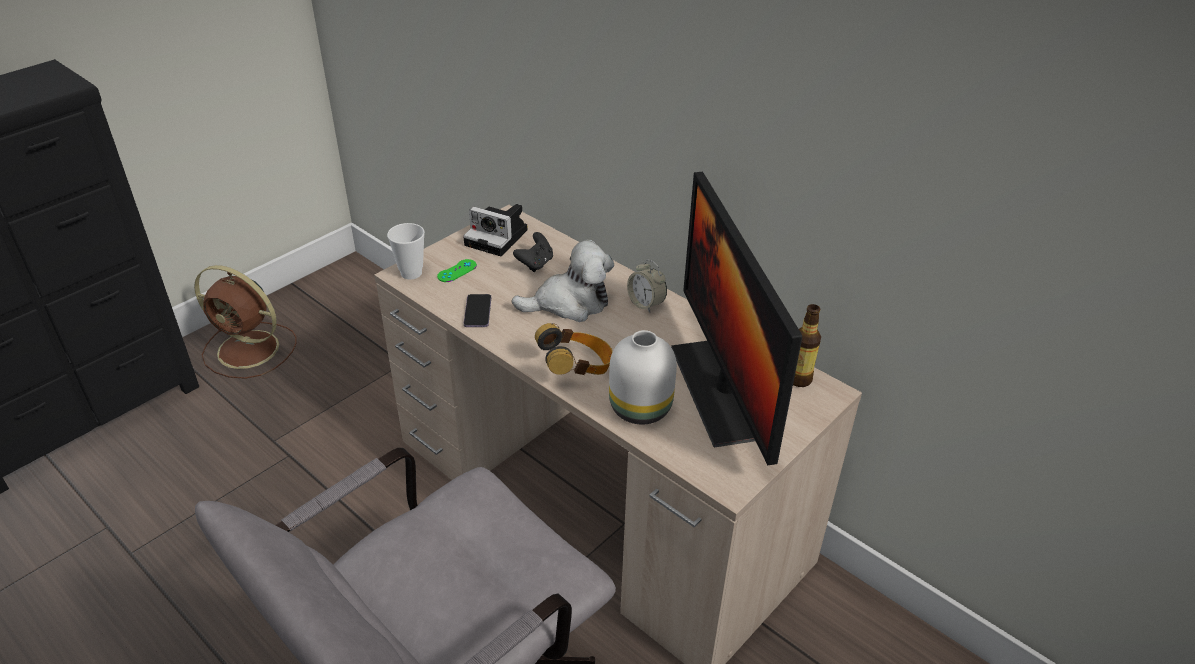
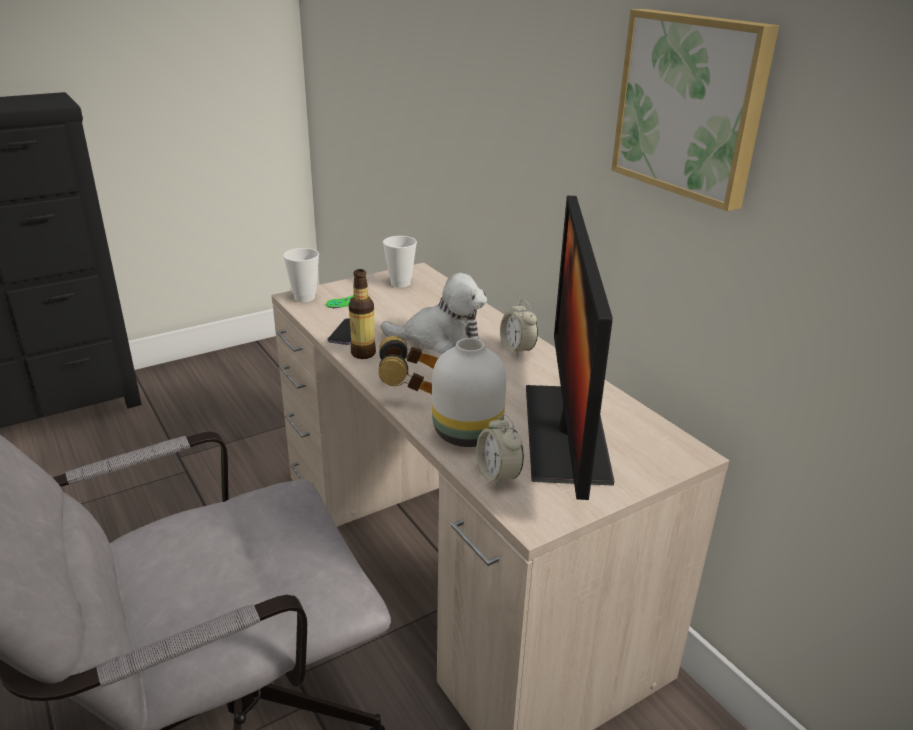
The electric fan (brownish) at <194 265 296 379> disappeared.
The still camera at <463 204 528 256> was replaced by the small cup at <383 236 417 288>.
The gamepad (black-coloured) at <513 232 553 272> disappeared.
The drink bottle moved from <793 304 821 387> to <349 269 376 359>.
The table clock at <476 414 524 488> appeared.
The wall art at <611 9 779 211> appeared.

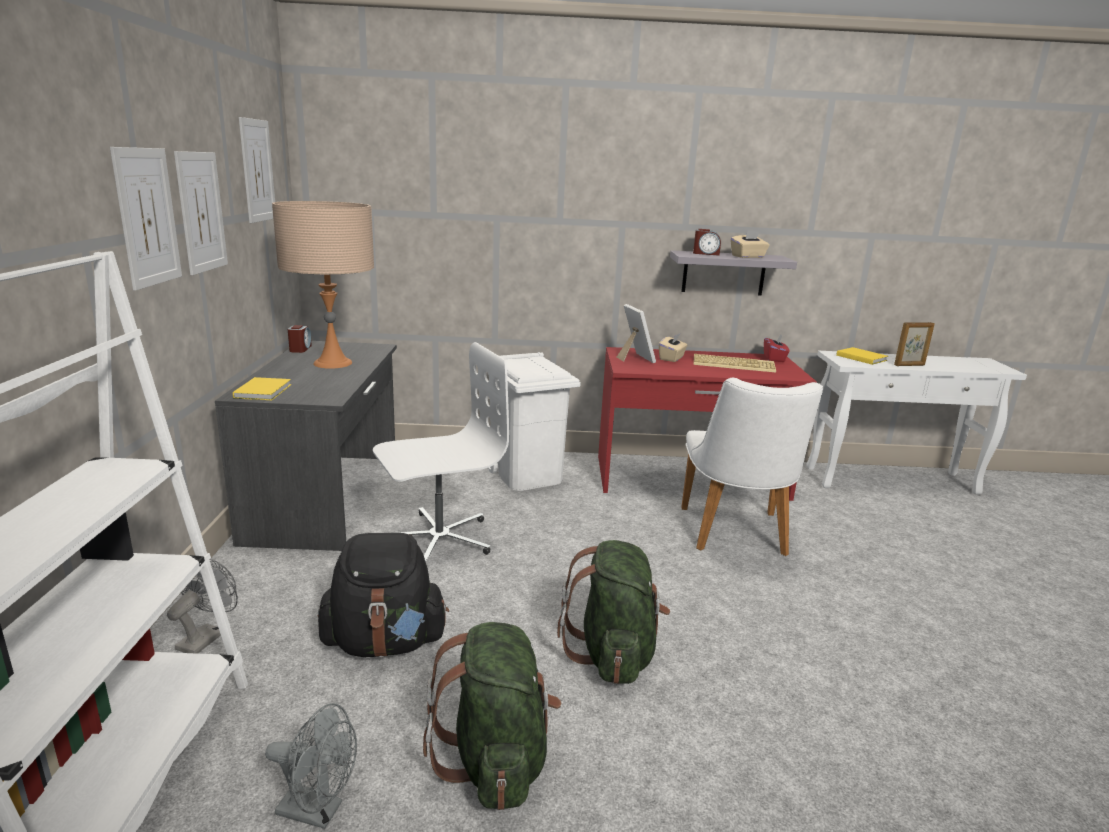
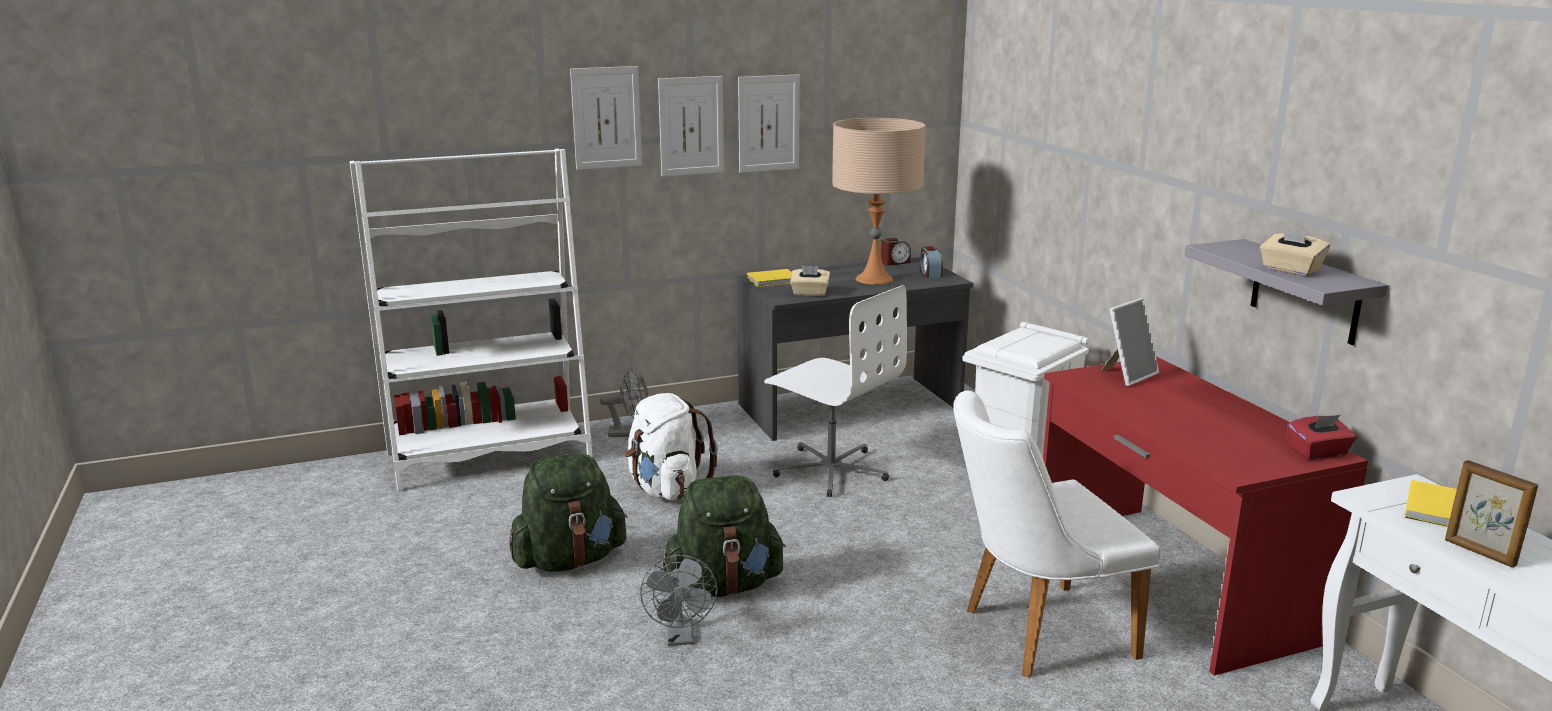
The wall art moved from <239 117 275 223> to <570 66 642 170>.
The electric fan (gray) moved from <265 703 357 829> to <640 555 717 646>.
The backpack (black-coloured) at <318 533 449 658> became the backpack (white-coloured) at <624 393 718 500>.
The box of tissues (beige) moved from <659 334 688 362> to <790 265 830 296>.
The table clock moved from <693 229 721 255> to <920 246 943 278>.
The PC keyboard at <693 354 776 372> disappeared.

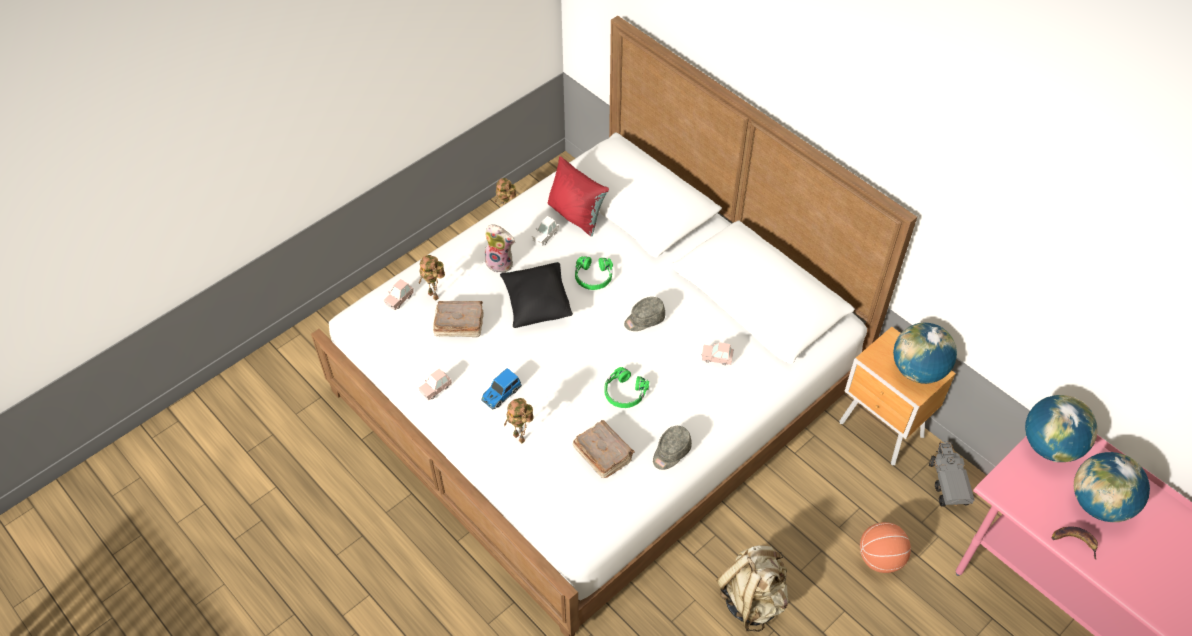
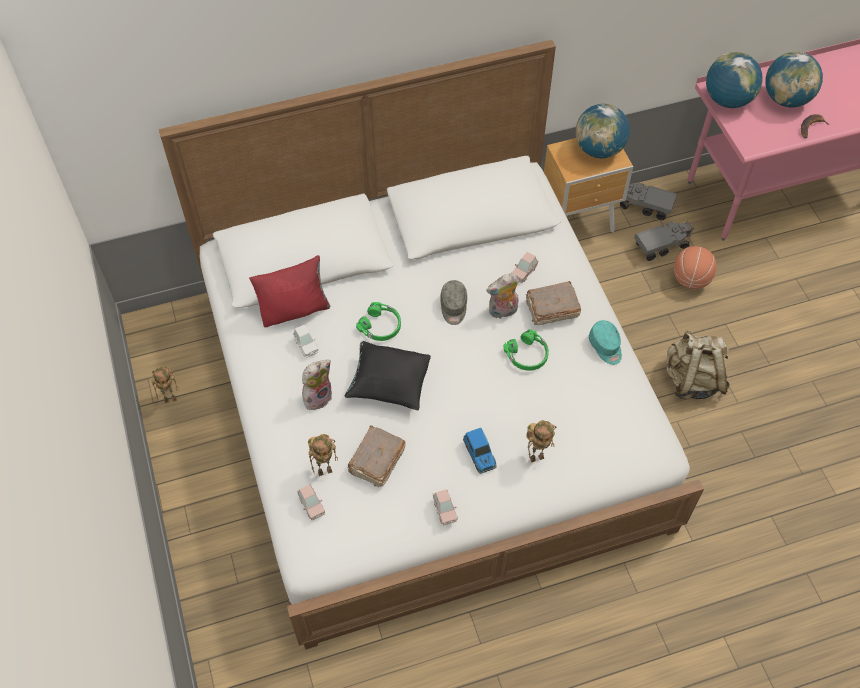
The bound book (brownish) moved from <573 420 634 478> to <526 281 581 325>.
The peaked cap (gray) at <653 426 692 470> became the peaked cap (turquoise) at <589 320 622 365>.
The soft toy at <486 273 519 319> appeared.
The toy lorry at <635 220 695 261> appeared.

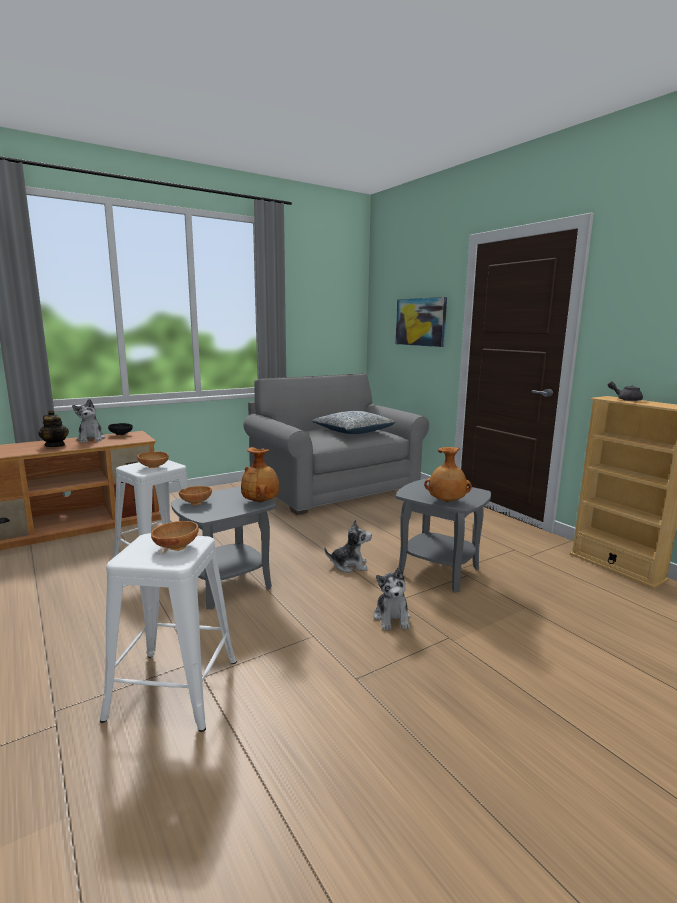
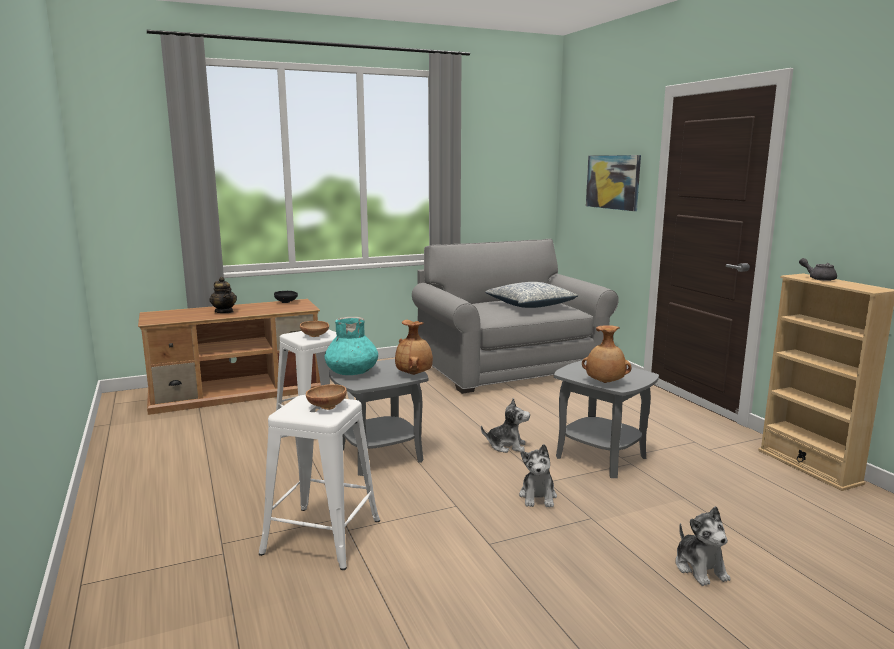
The soft toy moved from <72 399 105 443> to <676 506 731 586>.
The bowl (brownish) at <179 486 212 505> was replaced by the decorative vase (turquoise) at <325 317 378 375>.

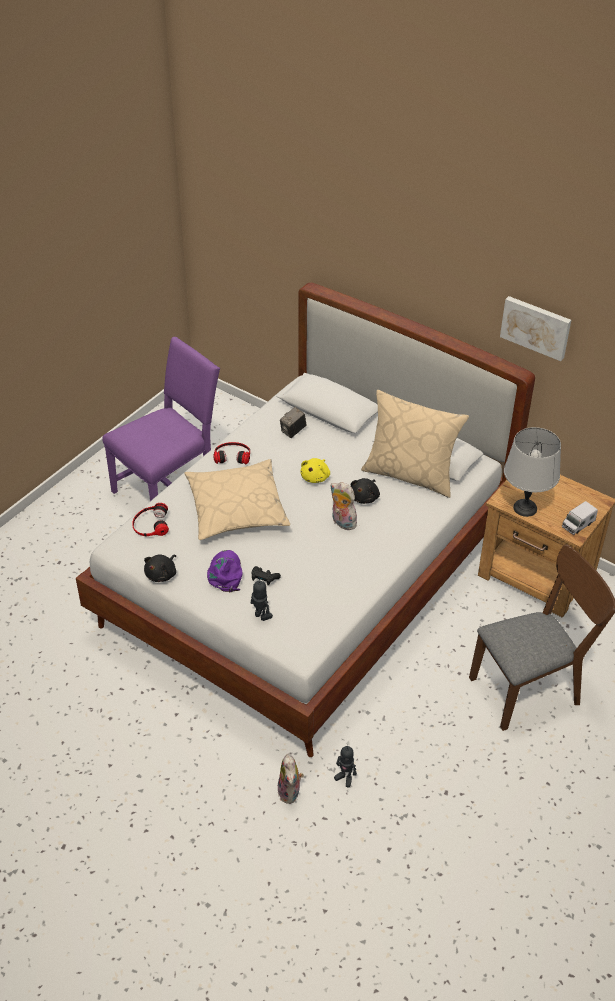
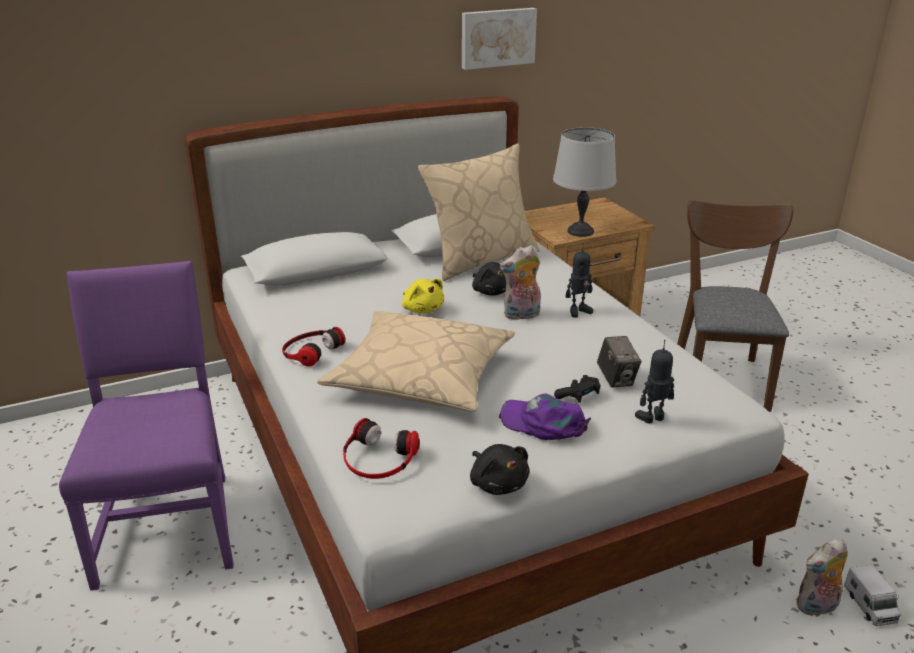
The soft toy at <277 753 304 804> turned 135 degrees clockwise.
The still camera moved from <280 407 307 438> to <597 336 641 388>.
The robot figure moved from <334 745 357 788> to <566 243 593 318>.
The toy lorry moved from <562 501 598 535> to <844 565 901 626>.

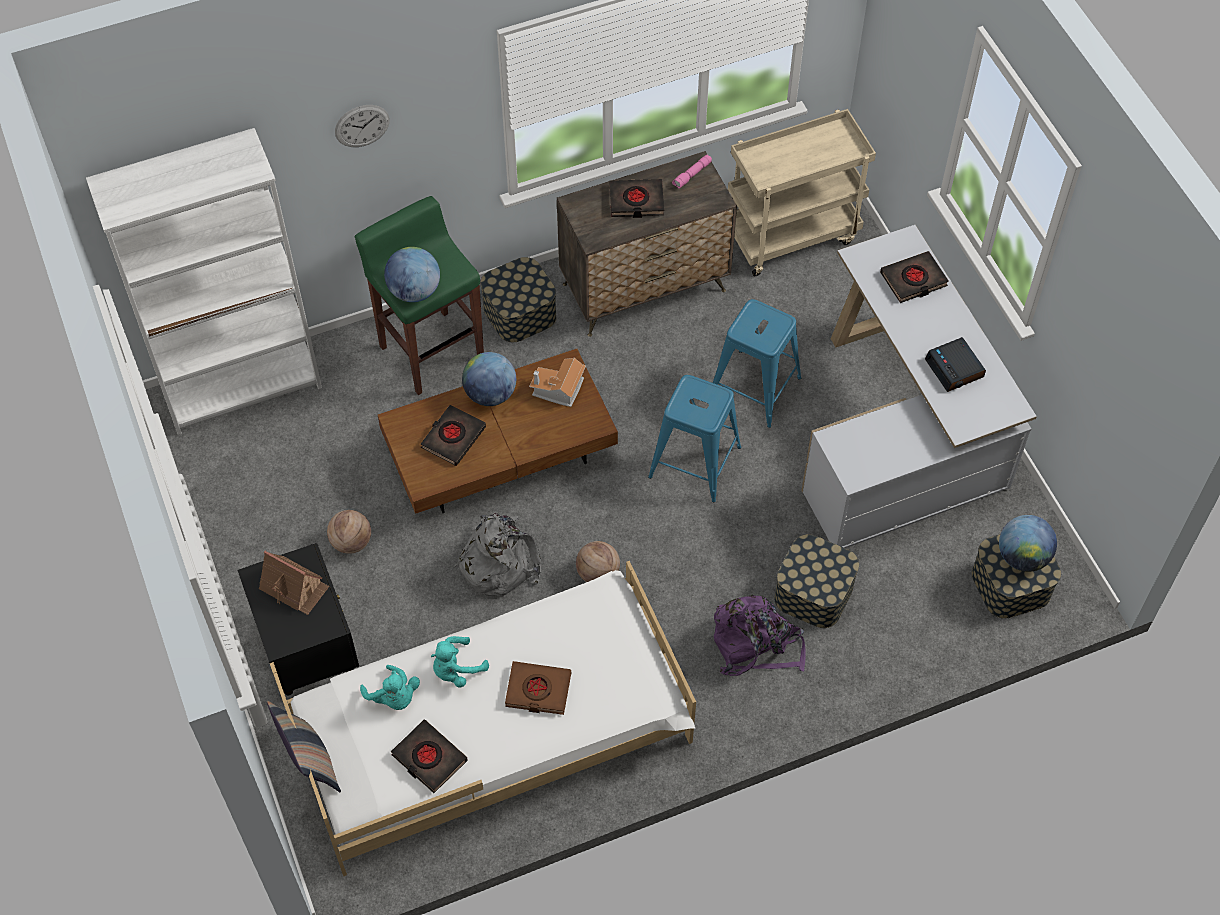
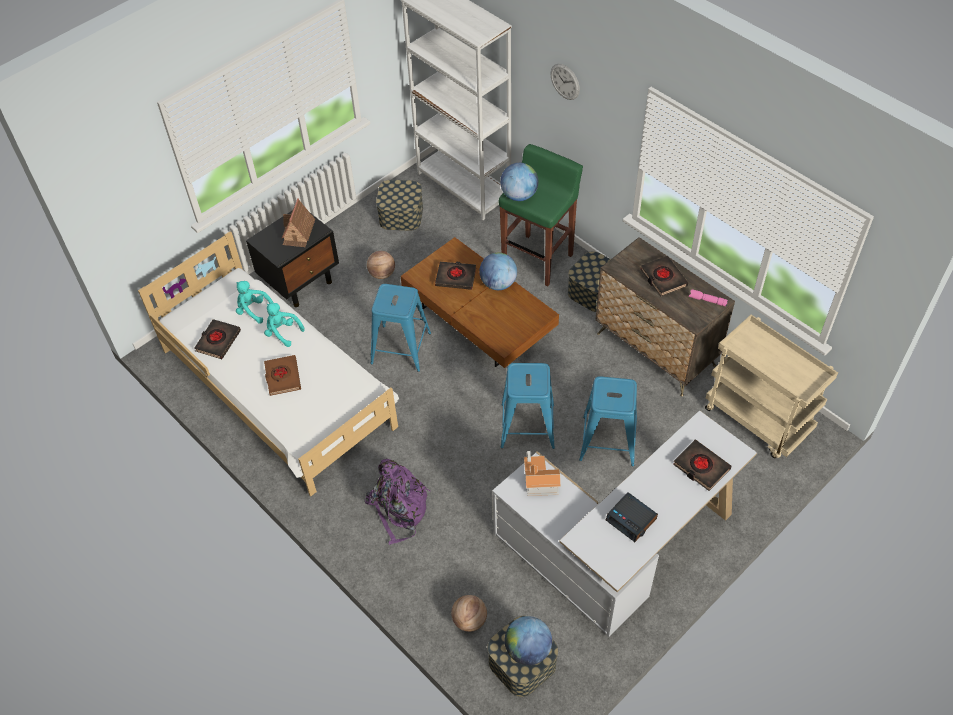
The cushion at <267 701 341 793> disappeared.
The soft toy (turquoise) at <360 665 420 710> turned 90 degrees clockwise.
The backpack (gray) at <453 513 541 596> was replaced by the stool seat (bluish) at <370 284 431 372>.
The model house moved from <529 358 586 407> to <524 451 561 496>.
The basketball ball moved from <576 541 620 582> to <451 595 487 632>.
The storage bin moved from <774 534 859 628> to <376 180 423 231>.
The table clock at <925 337 986 392> turned 90 degrees counterclockwise.

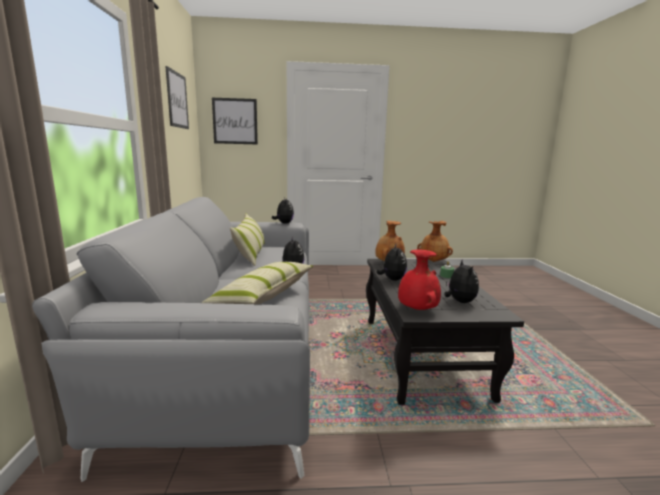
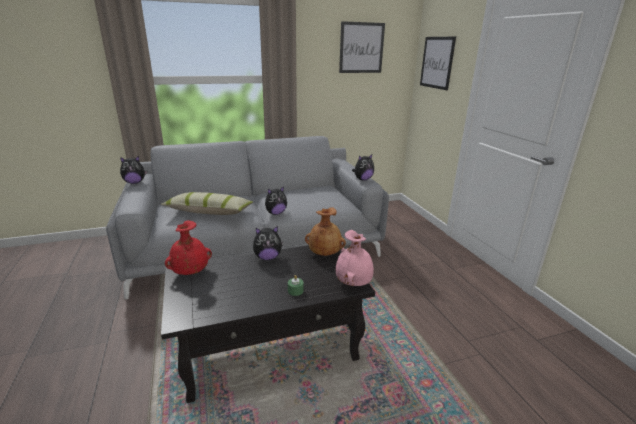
The cushion at <230 213 265 266> disappeared.
The decorative vase (brownish) at <417 221 453 262> became the decorative vase (pinkish) at <336 230 374 286>.
The soft toy moved from <445 259 479 303> to <120 156 147 184>.

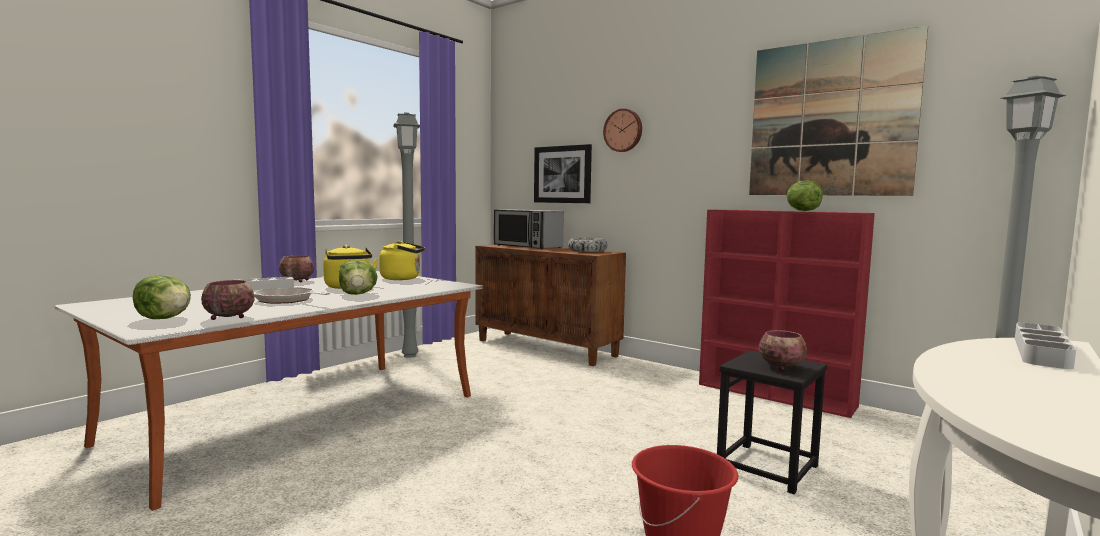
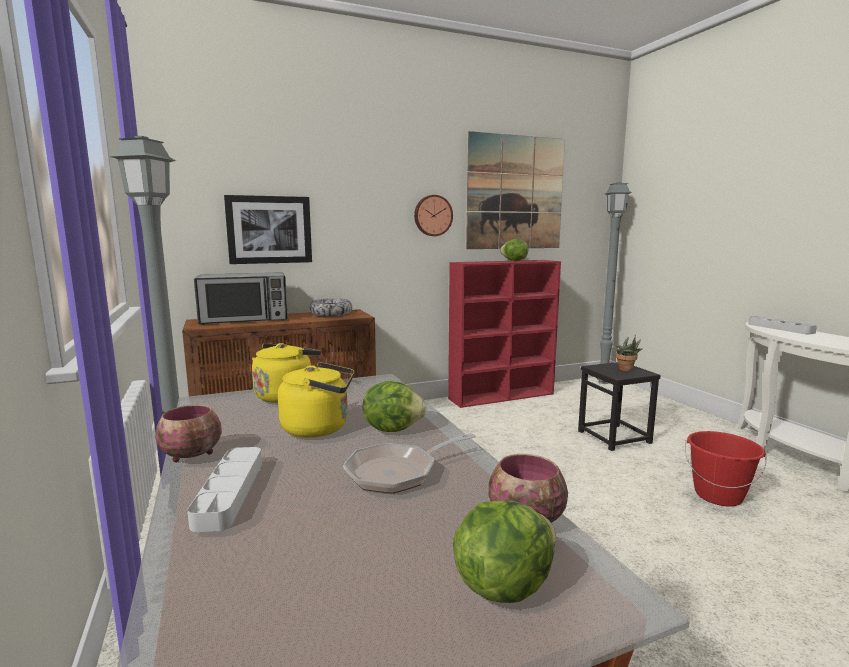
The wall clock moved from <603 108 642 152> to <414 195 453 236>.
The bowl at <759 330 807 371> was replaced by the plant in a pot at <616 336 643 371>.

